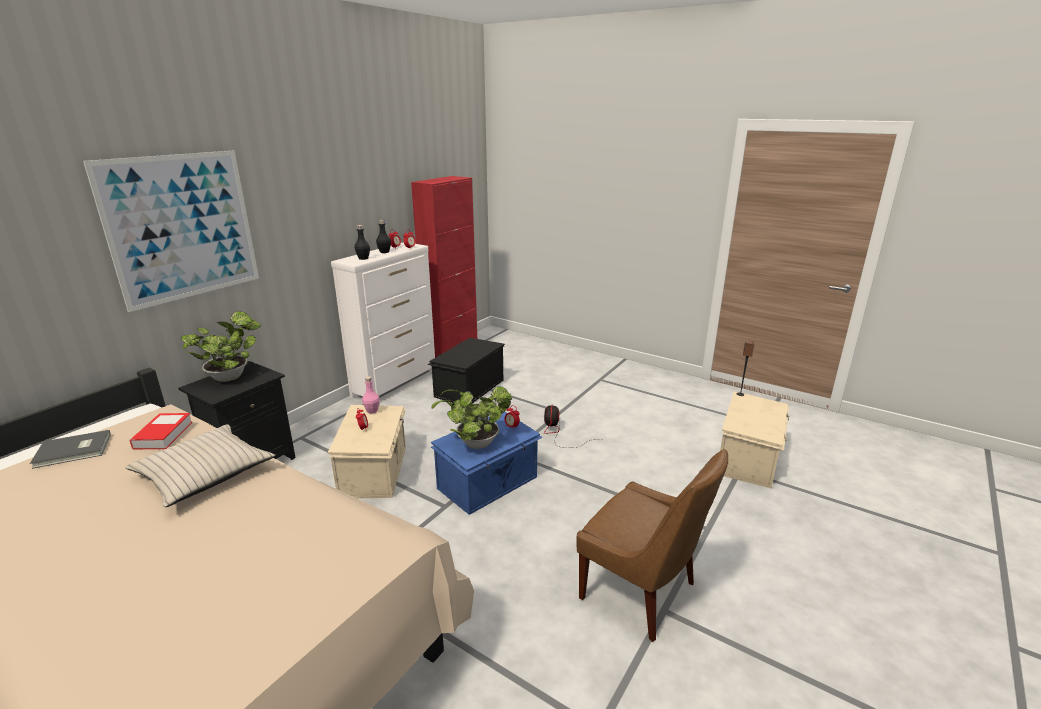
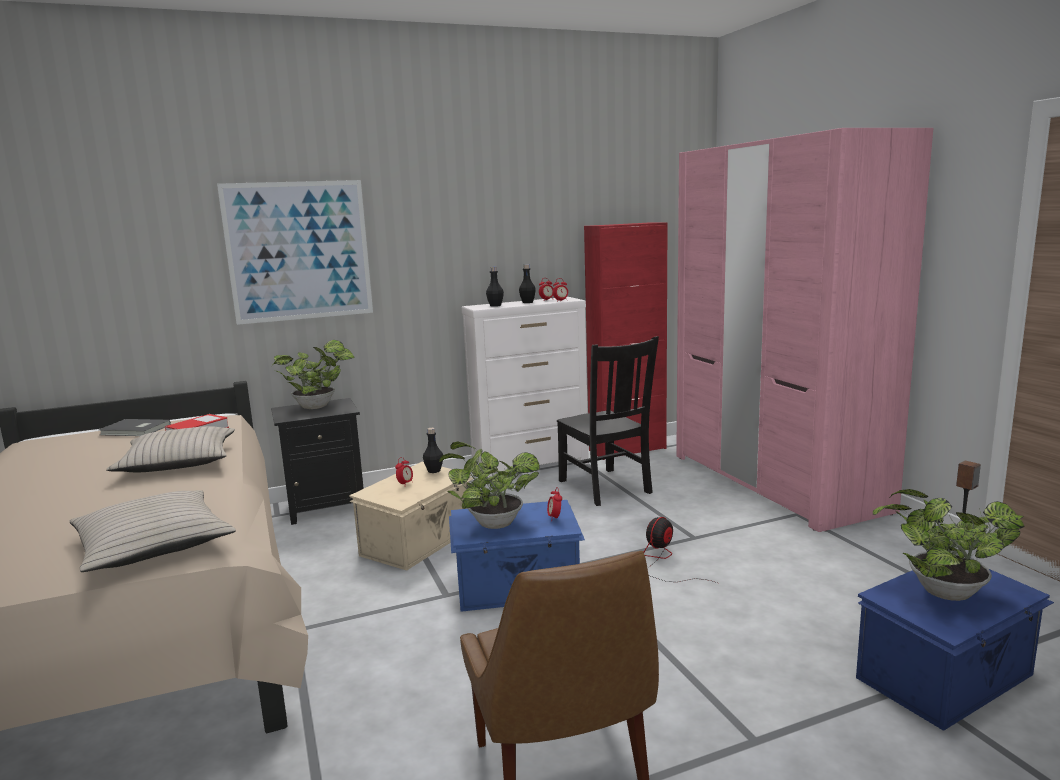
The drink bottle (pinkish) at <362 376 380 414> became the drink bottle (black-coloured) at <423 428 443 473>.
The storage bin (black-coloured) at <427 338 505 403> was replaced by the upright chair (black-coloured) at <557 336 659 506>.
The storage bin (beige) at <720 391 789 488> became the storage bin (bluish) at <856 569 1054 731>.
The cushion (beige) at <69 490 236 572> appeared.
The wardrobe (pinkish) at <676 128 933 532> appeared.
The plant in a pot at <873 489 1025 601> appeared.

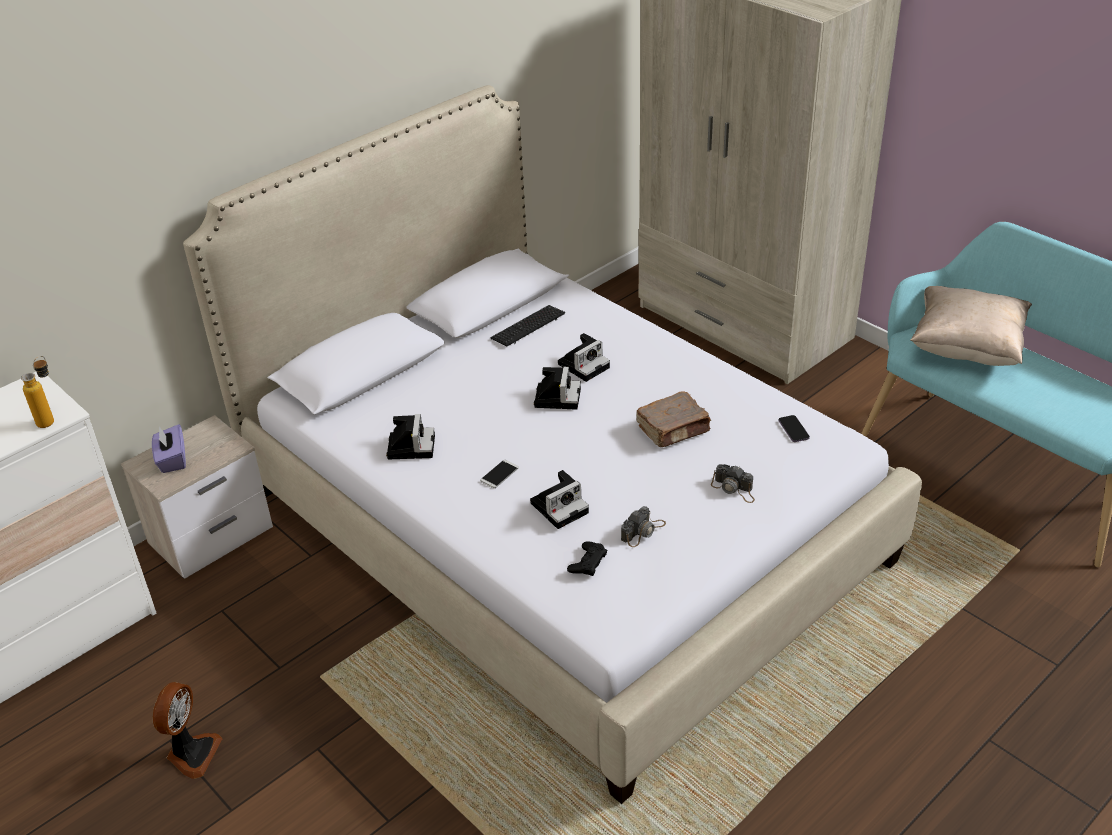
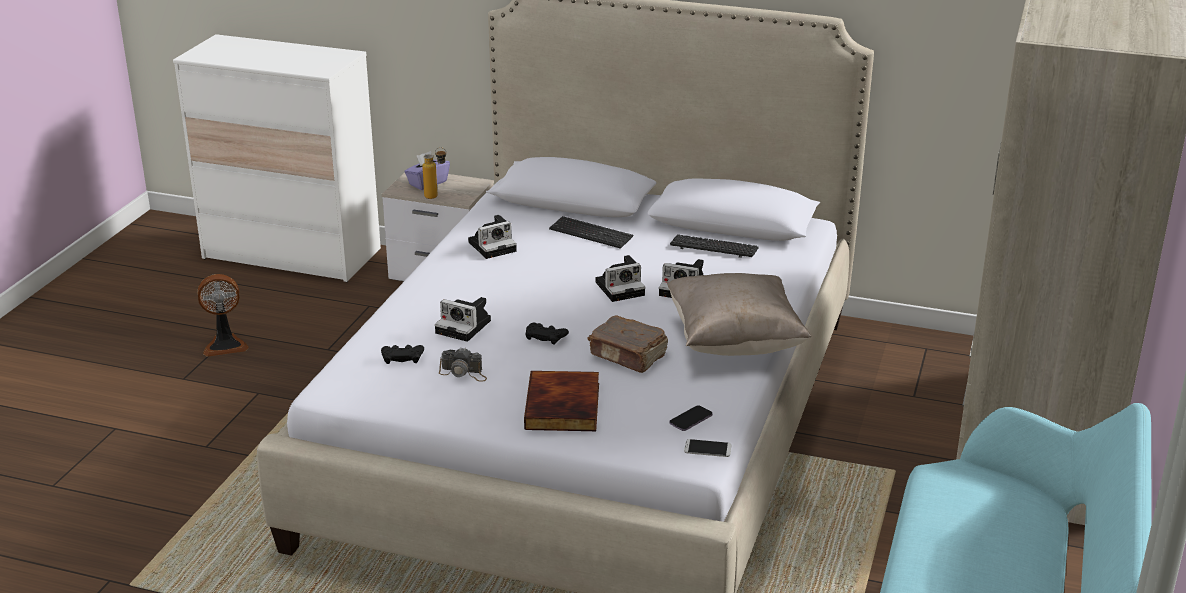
The drink bottle moved from <21 356 54 428> to <422 147 447 199>.
The telephone moved from <480 460 519 488> to <684 439 732 457>.
The still camera at <711 464 755 503> was replaced by the bound book at <524 371 599 431>.
The cushion (beige) moved from <910 286 1032 366> to <667 273 811 356>.
The gamepad (black-coloured) at <525 323 569 345> appeared.
The PC keyboard at <549 216 633 249> appeared.

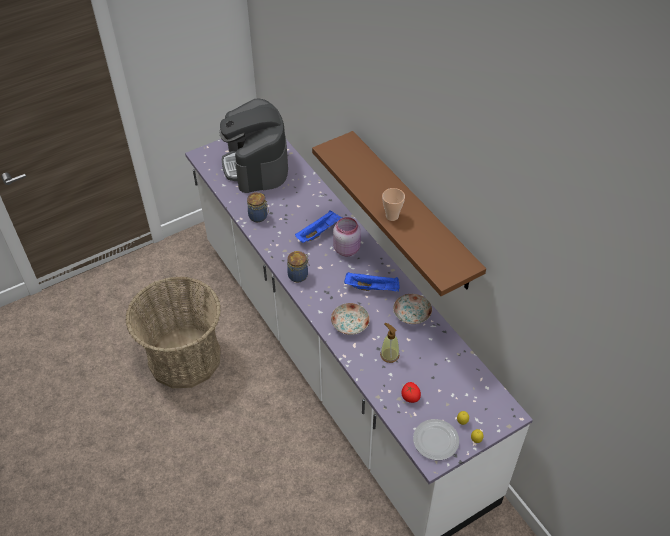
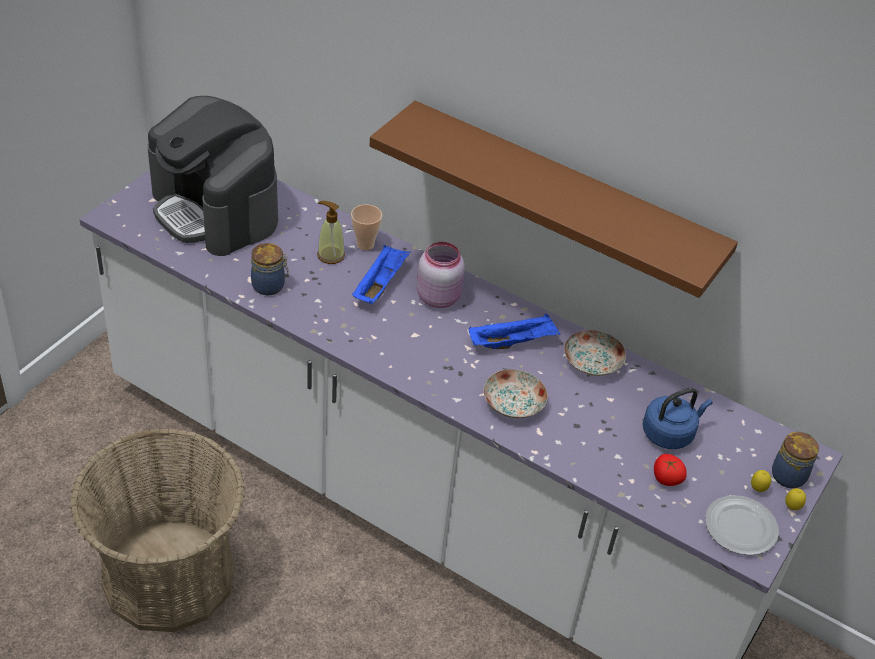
The storage jar moved from <287 251 309 282> to <772 432 819 488>.
The liquid soap bottle moved from <380 323 400 363> to <317 201 345 264>.
The small cup moved from <382 188 405 221> to <351 204 382 250>.
The water kettle (bluish) at <643 388 713 449> appeared.

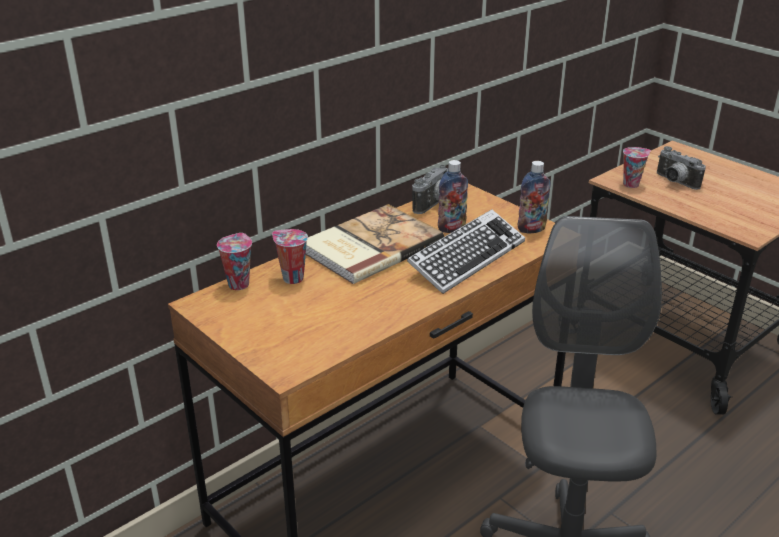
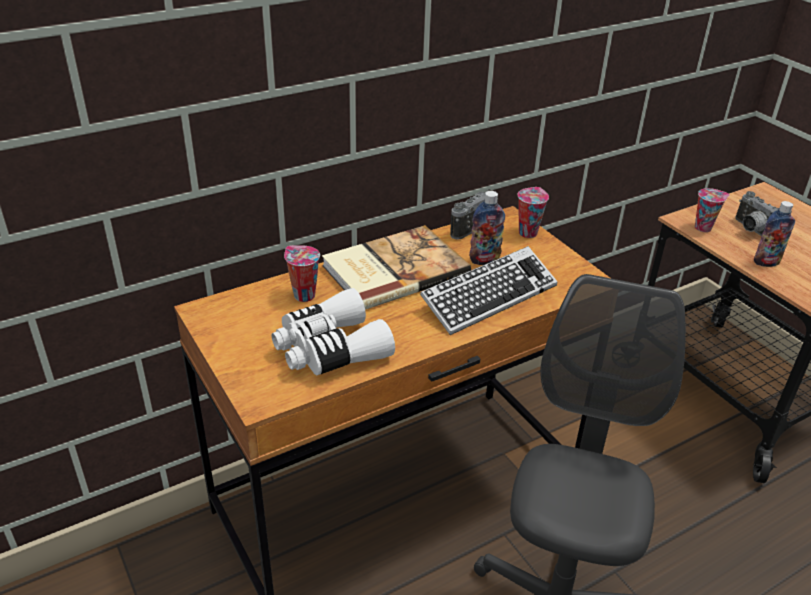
The small cup moved from <217 233 252 290> to <518 187 549 238>.
The drink bottle moved from <518 161 551 233> to <754 201 795 267>.
The field glasses (white-coloured) at <271 288 395 375> appeared.

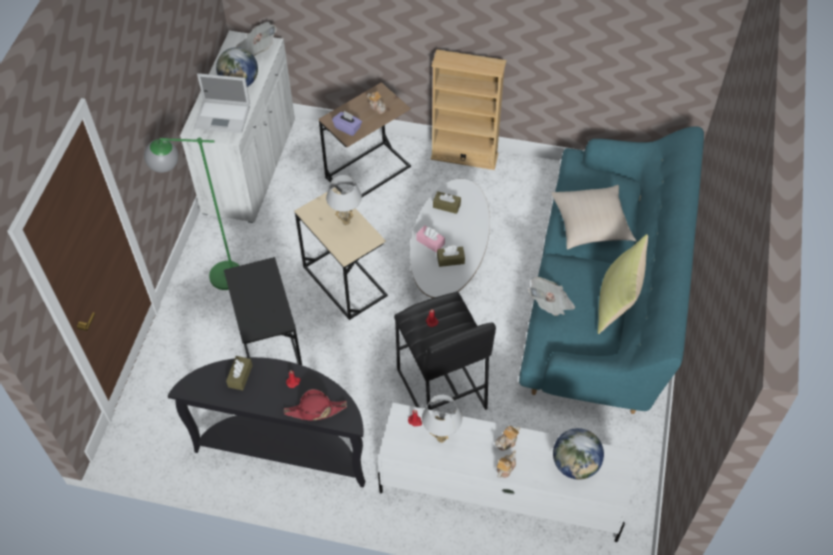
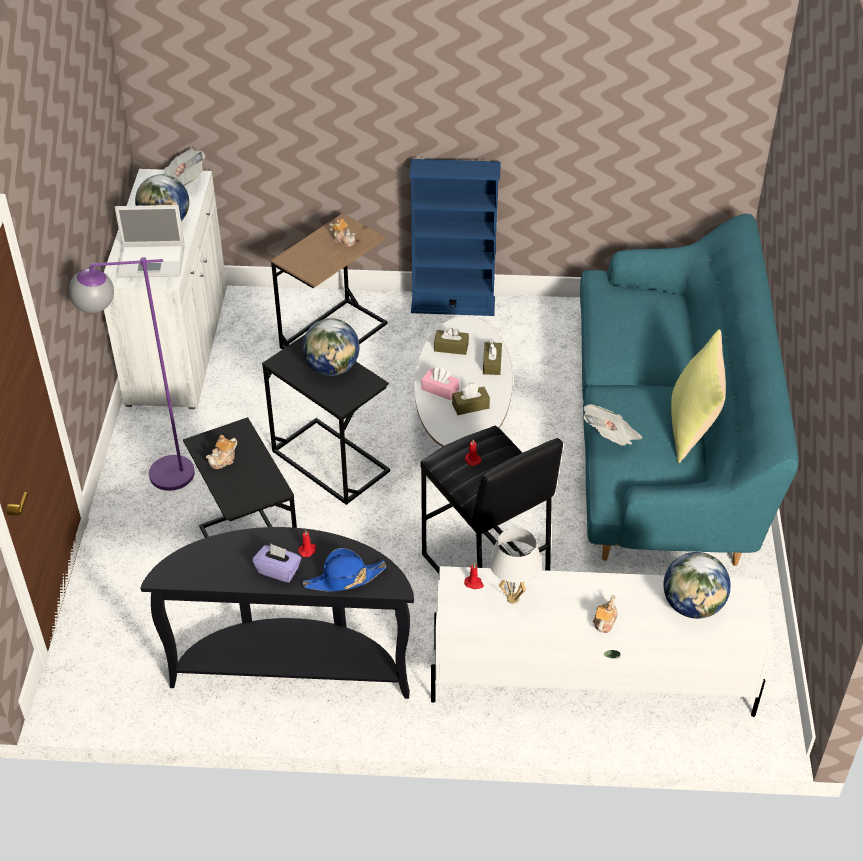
The standard lamp (greenish) at <144 137 240 290> became the standard lamp (purplish) at <69 257 195 491>.
The box of tissues (brownish) moved from <226 356 253 390> to <483 341 502 375>.
The hat (red) at <284 389 347 420> became the hat (bluish) at <302 548 386 592>.
The side table (beige) at <294 188 388 320> became the side table (black-coloured) at <262 335 390 505>.
The table lamp (white-coloured) at <326 175 362 225> was replaced by the world globe at <303 318 360 376>.
The box of tissues (purplish) moved from <332 111 362 136> to <253 543 302 583>.
The shelving unit (beige) at <431 49 506 170> became the shelving unit (bluish) at <409 159 501 316>.
The tea pot moved from <495 425 520 451> to <206 435 237 469>.
The cushion (beige) at <551 185 636 250> disappeared.

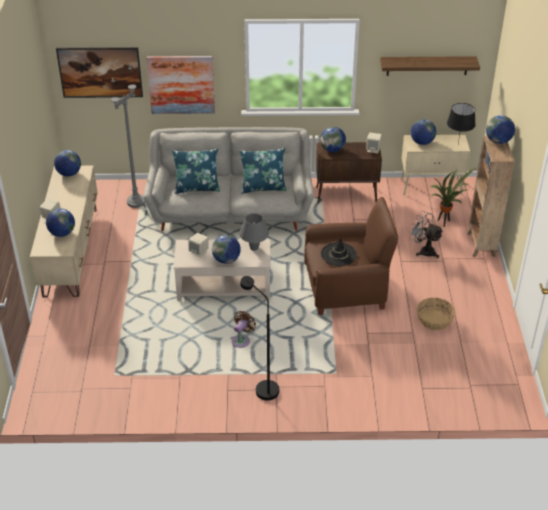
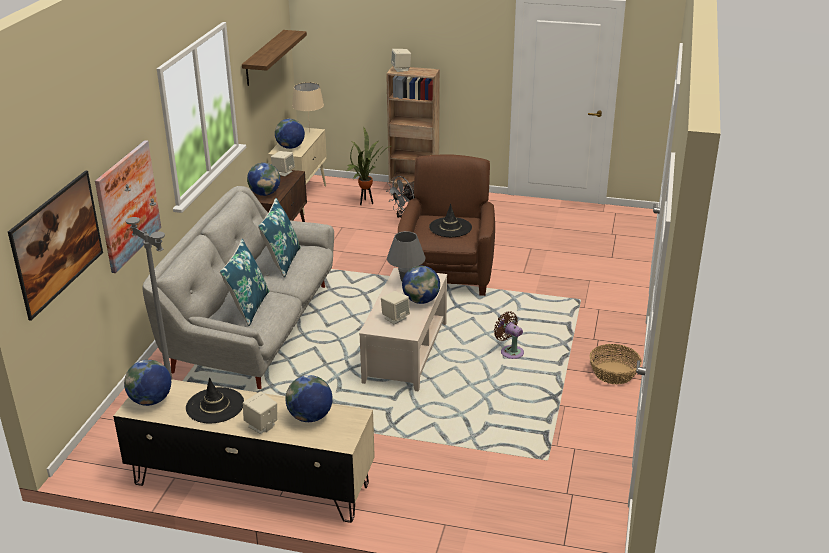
The standard lamp (black-coloured) at <240 276 279 400> disappeared.
The household basket moved from <417 298 455 330> to <589 344 642 384>.
The table lamp (black-coloured) at <447 103 475 144> became the table lamp (beige) at <292 82 324 132>.
The world globe at <486 115 515 144> was replaced by the audio speaker (beige) at <391 49 411 72>.
The hat (black-coloured) at <186 377 244 424> appeared.

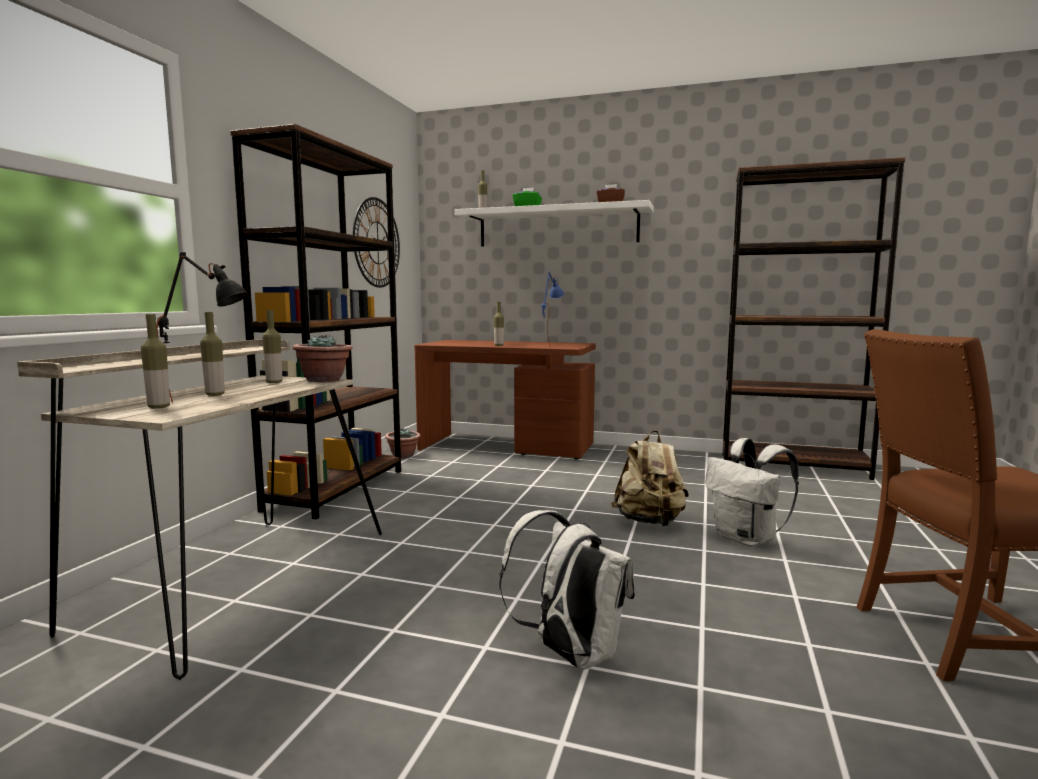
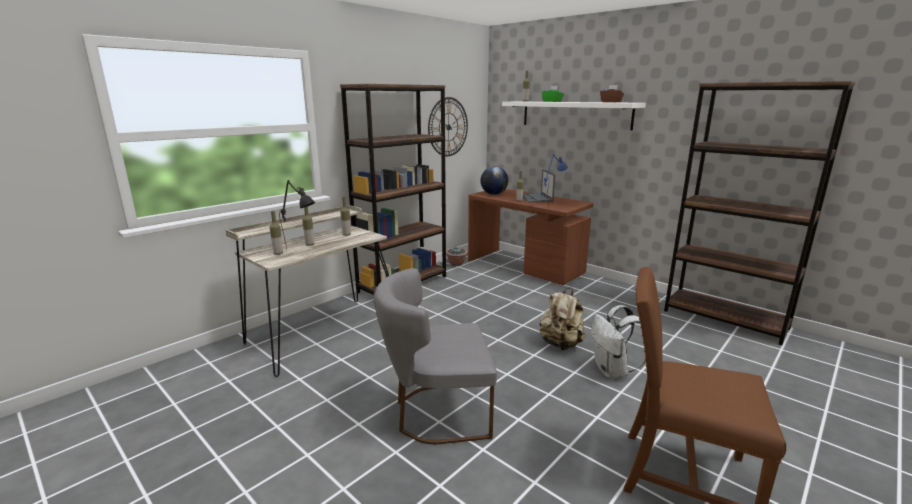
The plant in a pot at <292 334 352 383> disappeared.
The backpack (white-coloured) at <499 510 635 670> was replaced by the upright chair (gray) at <374 268 497 444>.
The world globe at <480 166 508 195> appeared.
The portable computer at <523 169 555 202> appeared.

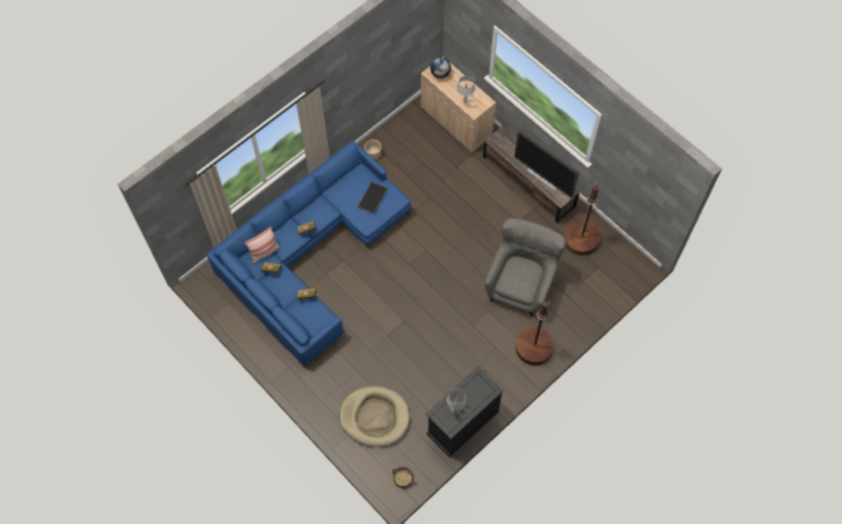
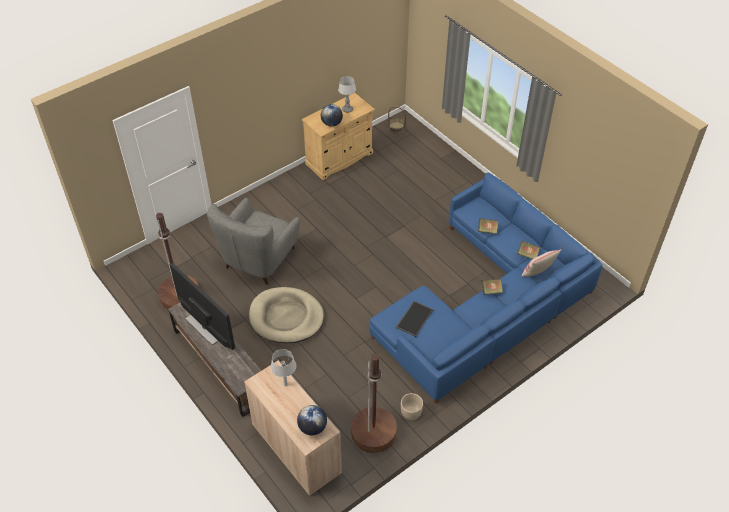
The dog cushion (beige) moved from <340 386 410 447> to <249 287 324 343>.
The cupboard (black-coloured) at <426 366 503 458> became the cupboard (beige) at <302 93 375 180>.
The standard lamp (brownish) moved from <516 300 554 366> to <351 354 397 453>.
The world globe at <321 104 343 127> appeared.

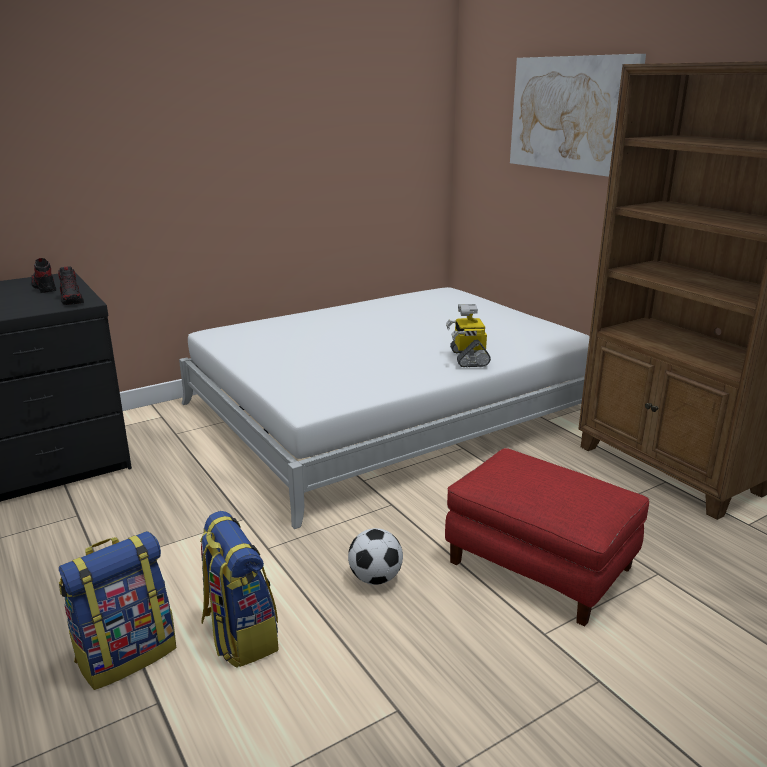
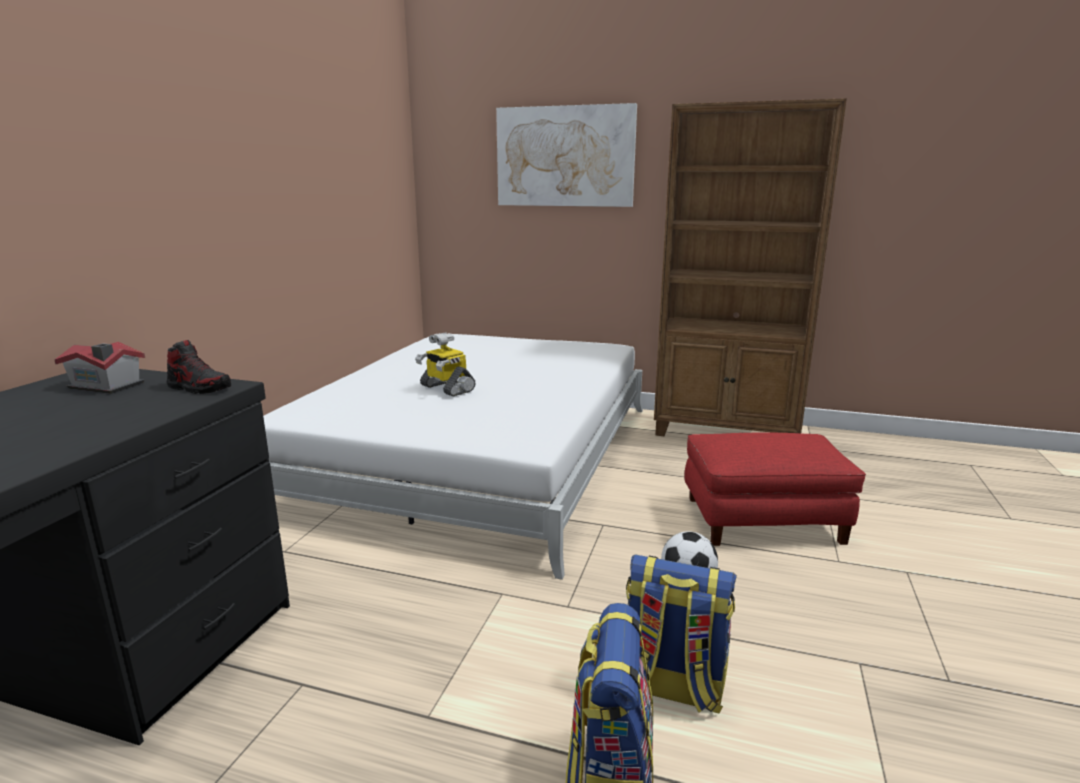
The shoe at <31 258 56 293> was replaced by the model house at <55 342 145 394>.
The robot figure moved from <446 304 491 367> to <415 332 476 396>.

